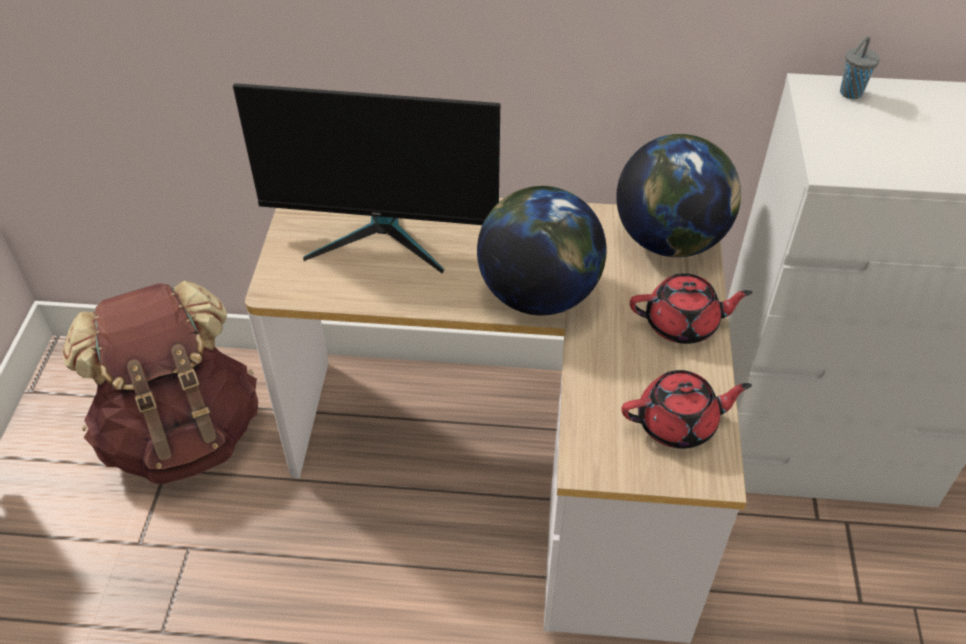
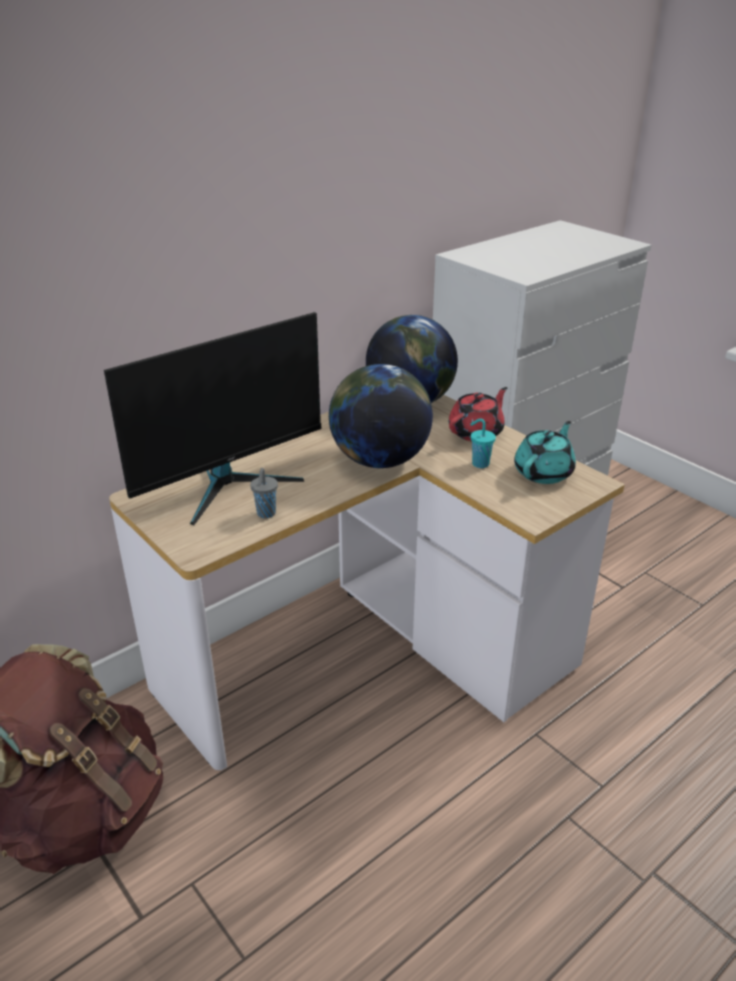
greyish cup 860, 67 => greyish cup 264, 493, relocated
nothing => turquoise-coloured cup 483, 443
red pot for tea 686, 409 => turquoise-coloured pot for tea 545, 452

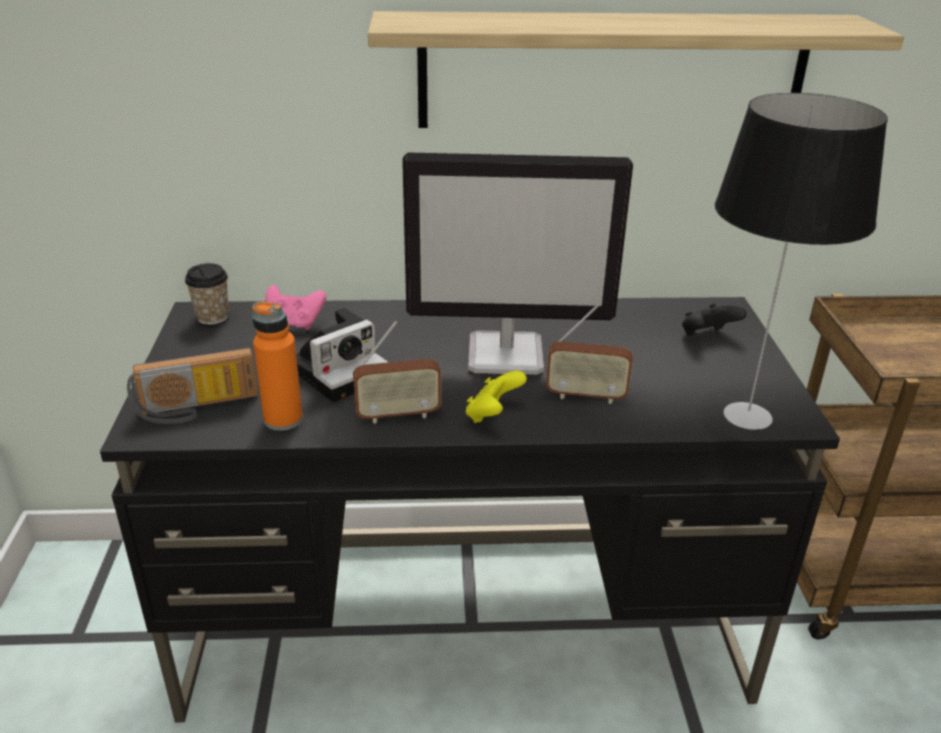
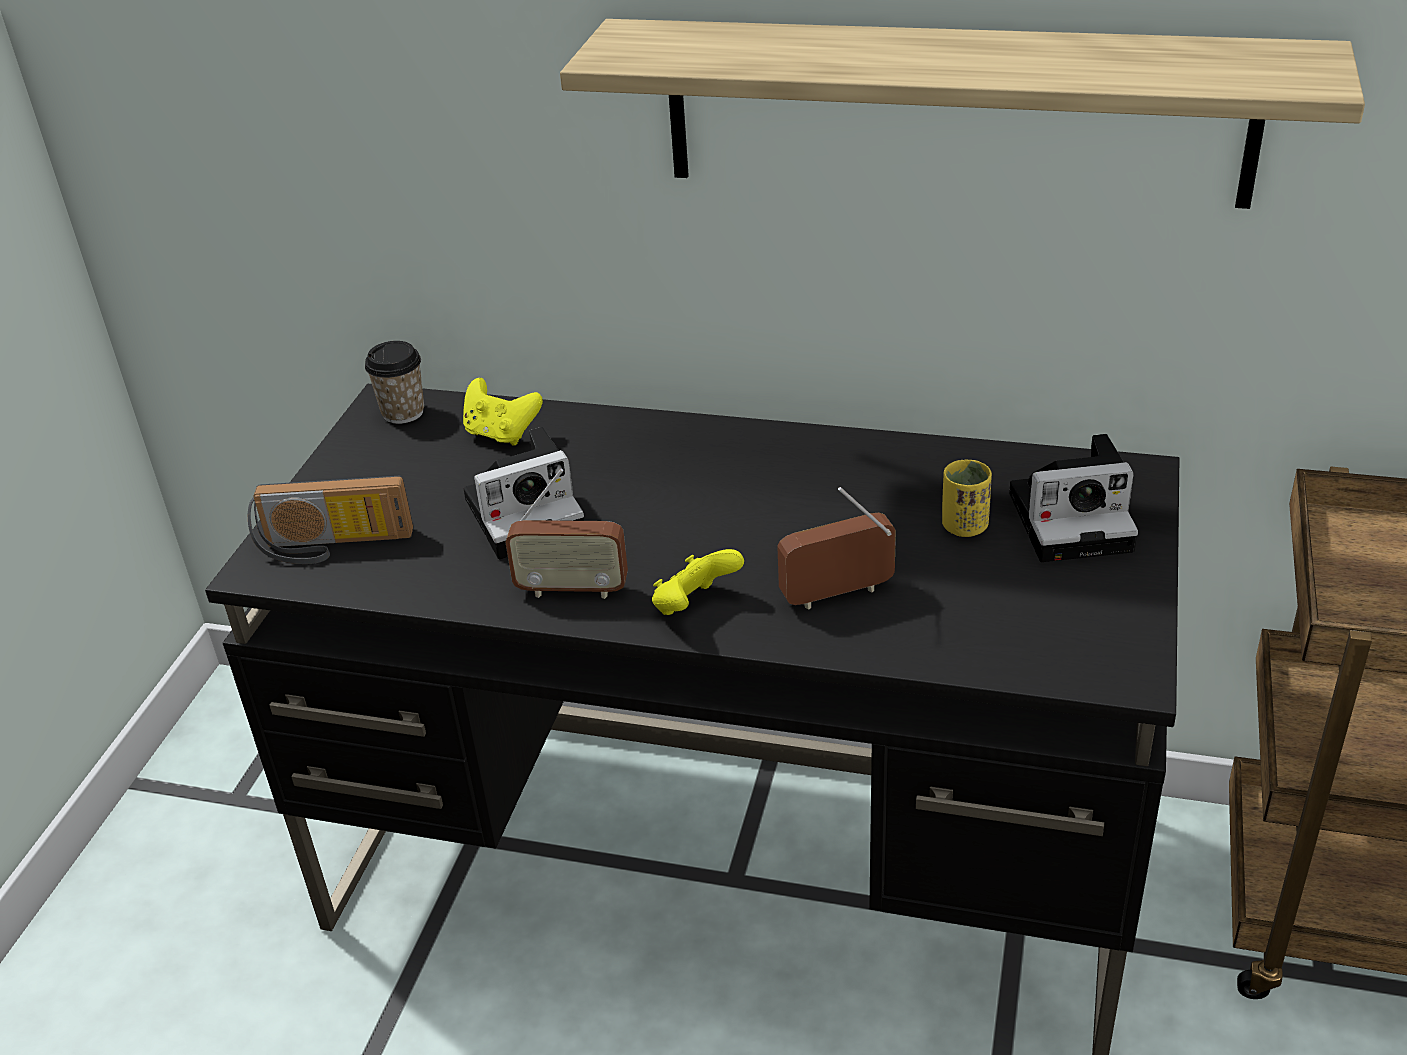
pink joypad 295, 307 => yellow-coloured joypad 503, 411
radio receiver 589, 354 => radio receiver 836, 548, 135 degrees clockwise
nothing => yellow-coloured cup 967, 498
black-coloured joypad 714, 320 => still camera 1073, 498
orange beverage bottle 277, 366 => nothing
computer screen 517, 263 => nothing
table lamp 801, 261 => nothing

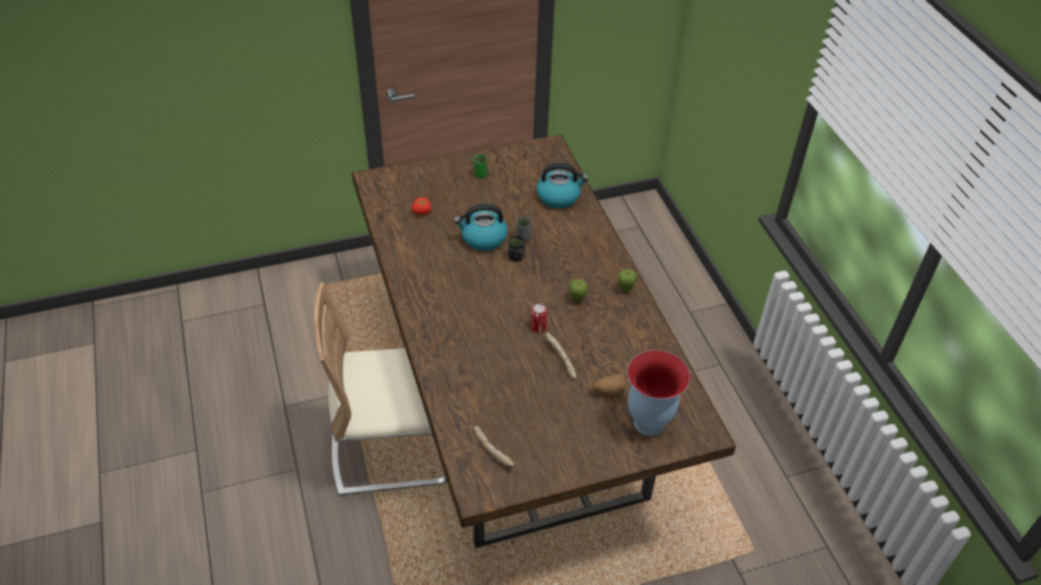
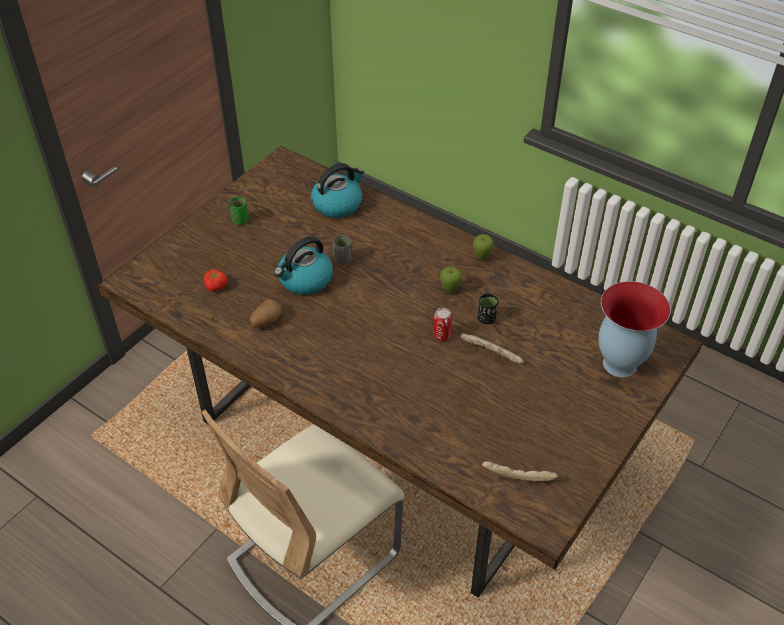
whole potato 610, 385 => whole potato 266, 313, relocated
black-coloured cup 517, 249 => black-coloured cup 487, 309, relocated

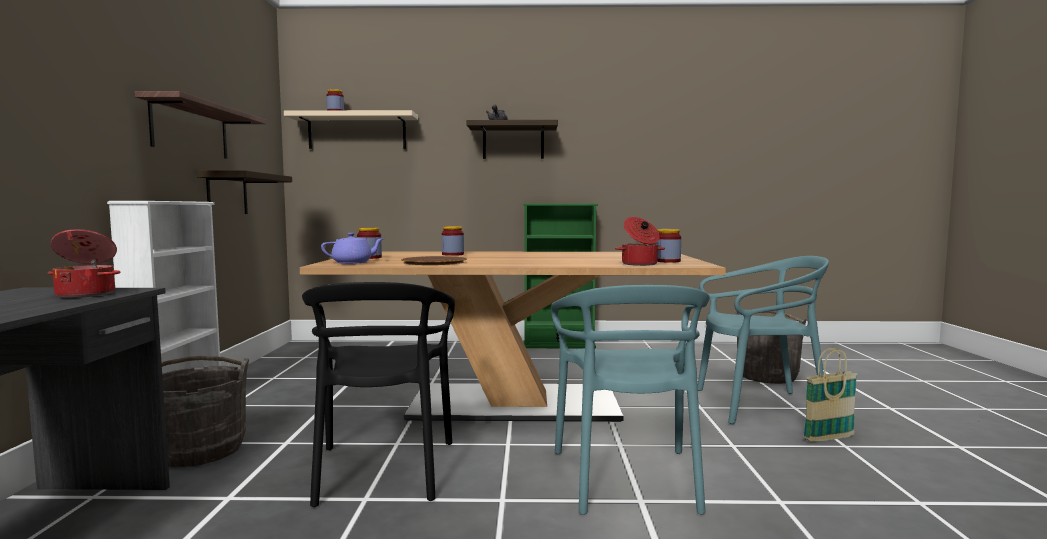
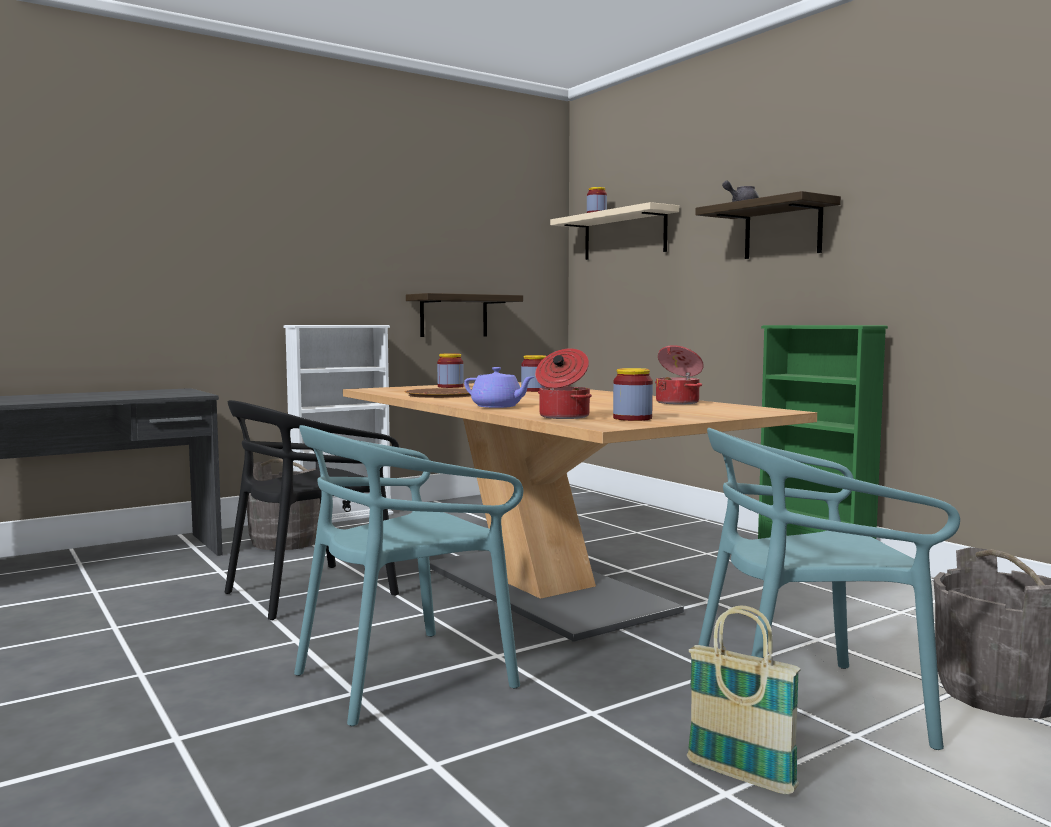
purplish pot for tea 353, 248 => purplish pot for tea 499, 387, relocated
cooking pot 84, 263 => cooking pot 679, 375, relocated
turquoise-coloured upright chair 763, 340 => turquoise-coloured upright chair 829, 589, 120 degrees clockwise
shelf 200, 125 => nothing

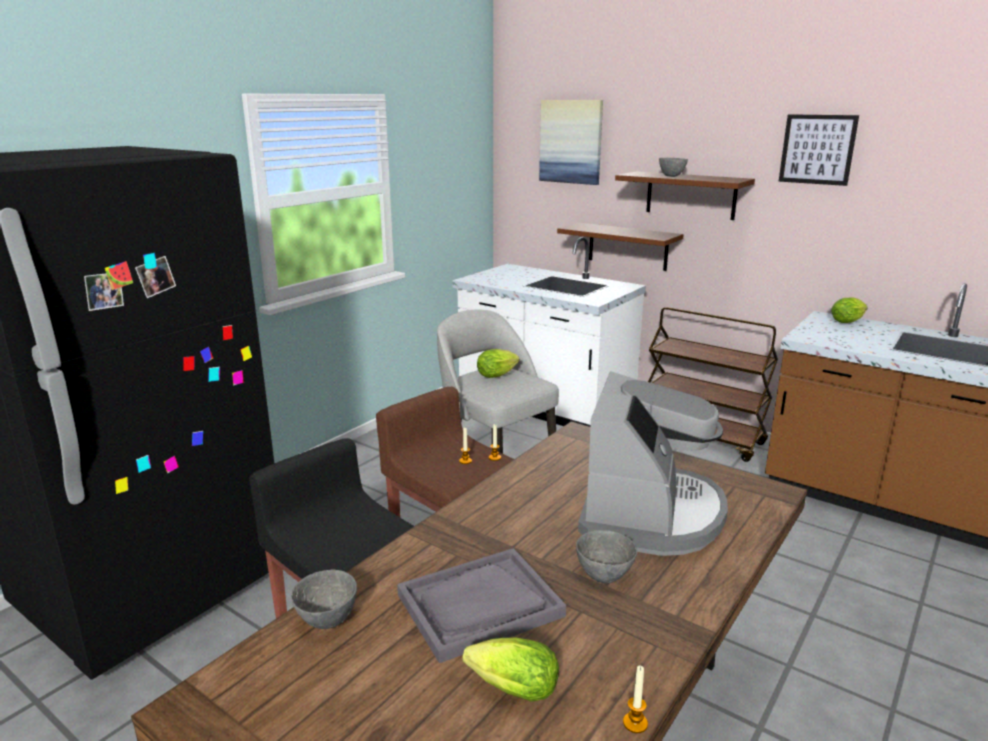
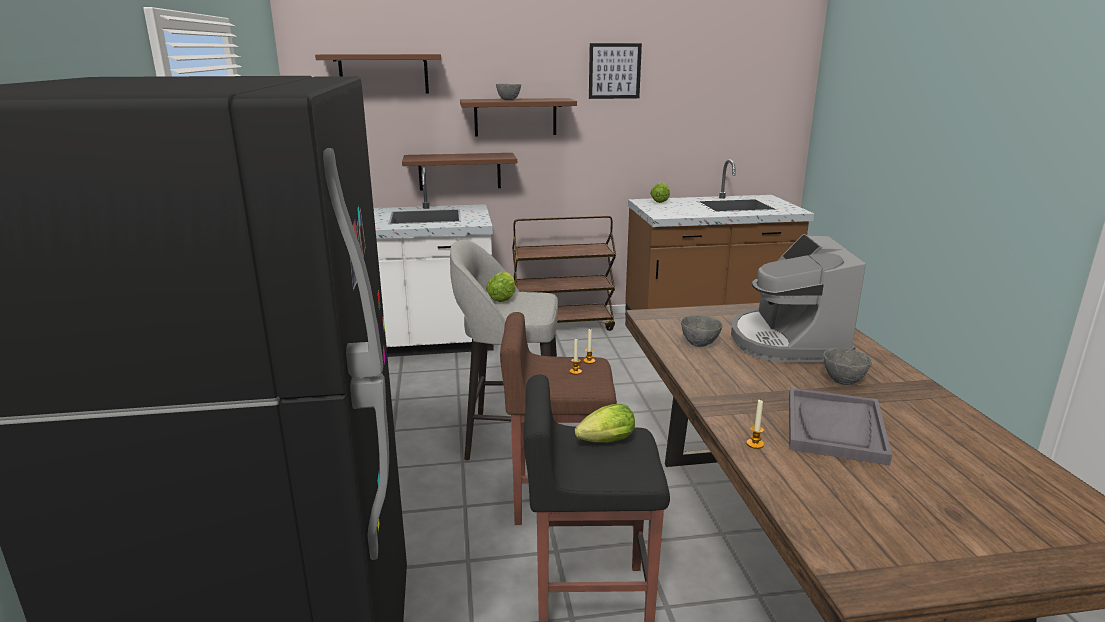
wall picture 571, 142 => brownish shelf 378, 73
head of lettuce 510, 670 => head of lettuce 605, 423, relocated
greyish bowl 324, 599 => greyish bowl 702, 331, relocated
coffee brewer 653, 463 => coffee brewer 798, 298, 150 degrees counterclockwise
wax light 635, 699 => wax light 755, 424, relocated

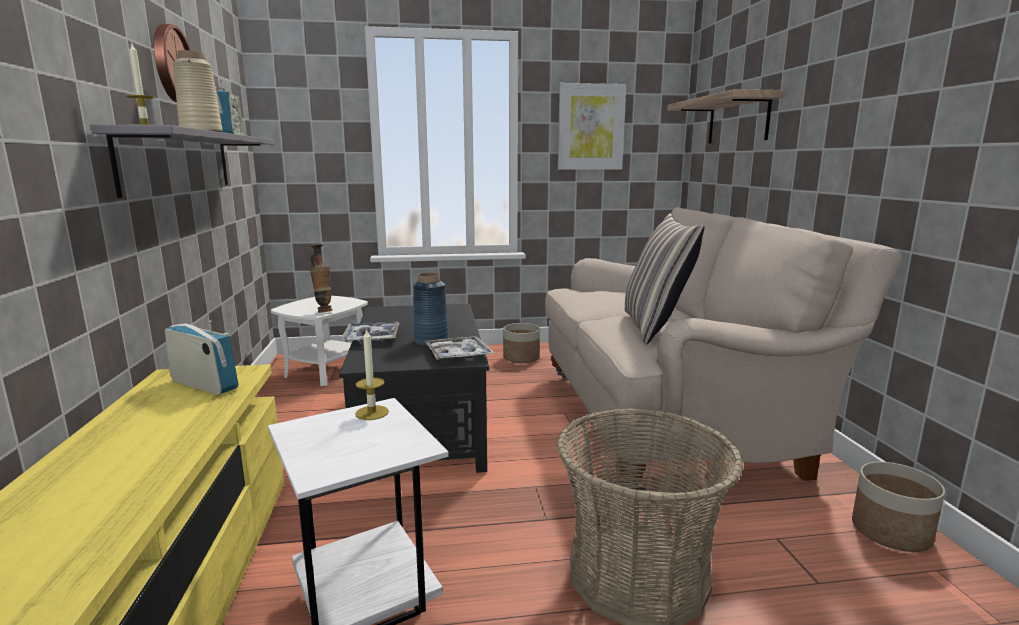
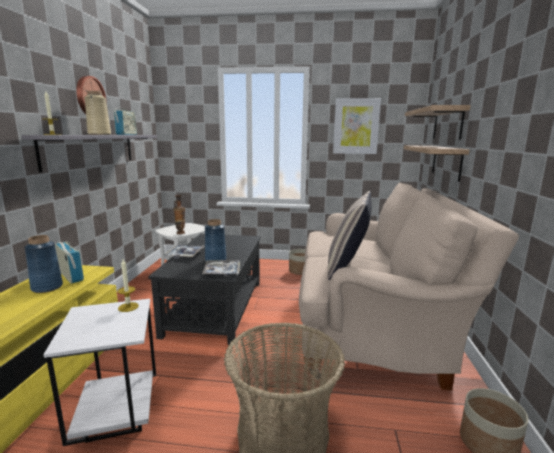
nothing => blue-coloured flower vase 43, 264
nothing => shelf 436, 163

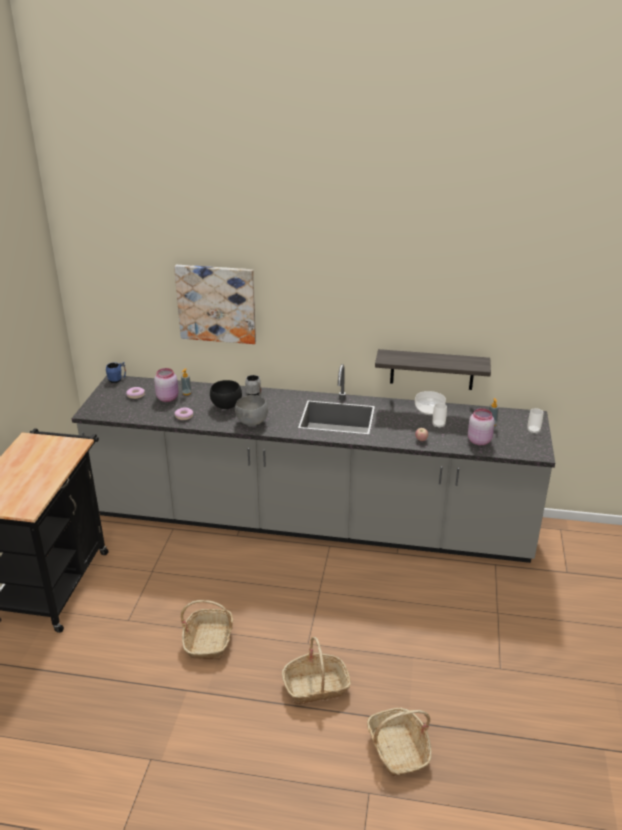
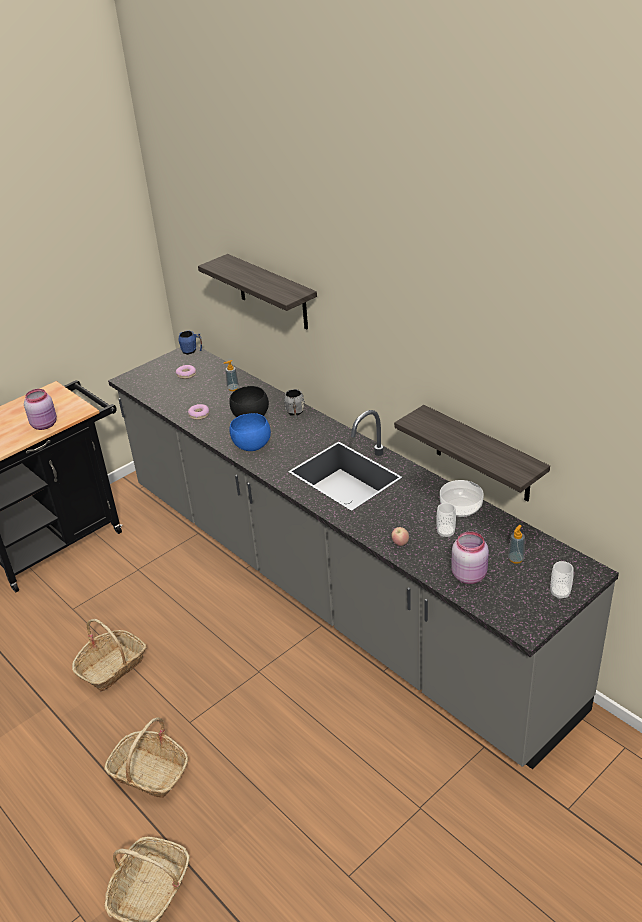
pink jar 166, 385 => pink jar 40, 409, relocated
wall picture 215, 304 => shelf 257, 291
greyish bowl 251, 410 => blue-coloured bowl 250, 432

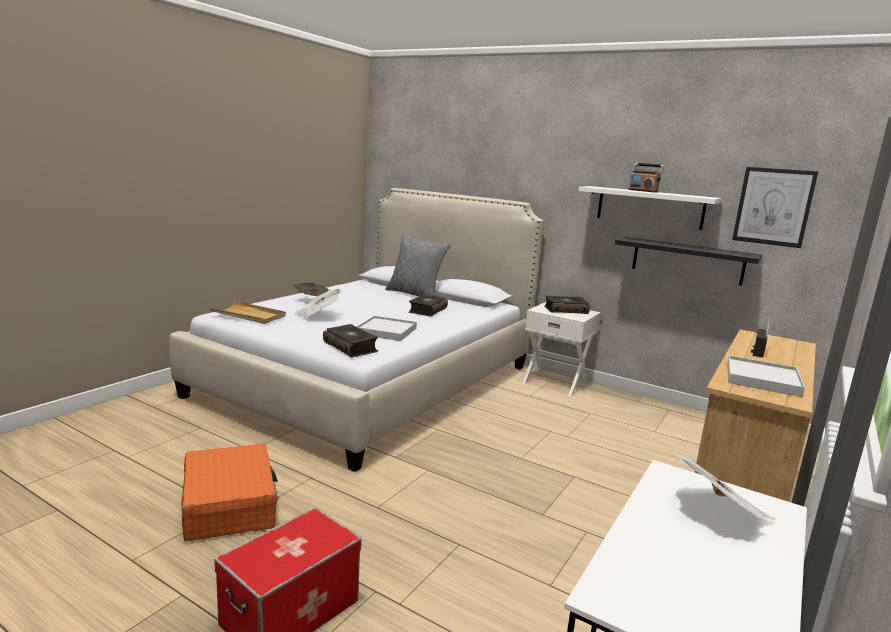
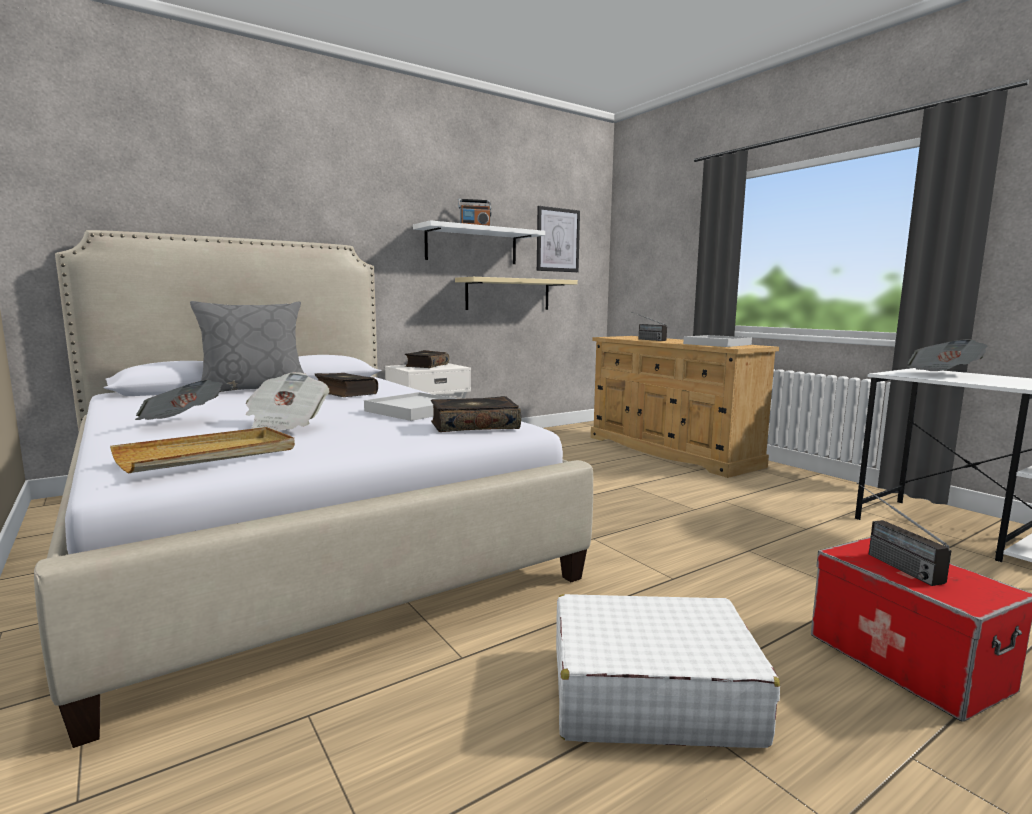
black-coloured shelf 688, 261 => beige-coloured shelf 516, 293
orange suitcase 229, 492 => white suitcase 668, 671
nothing => radio receiver 904, 534

